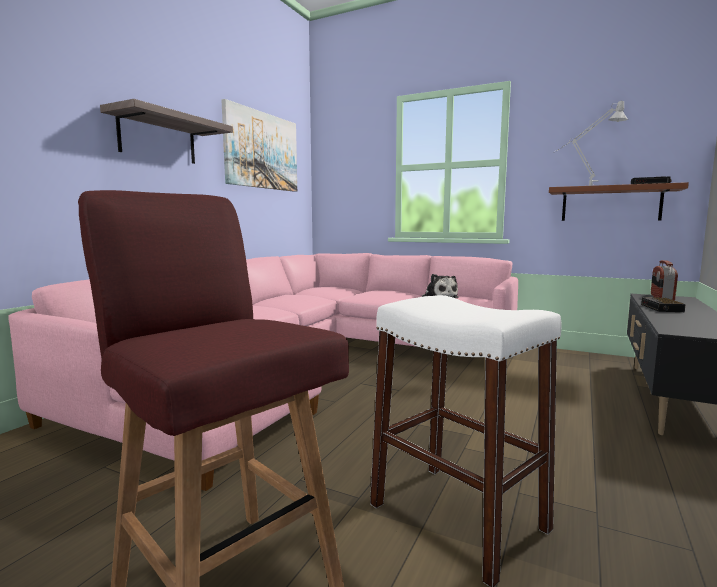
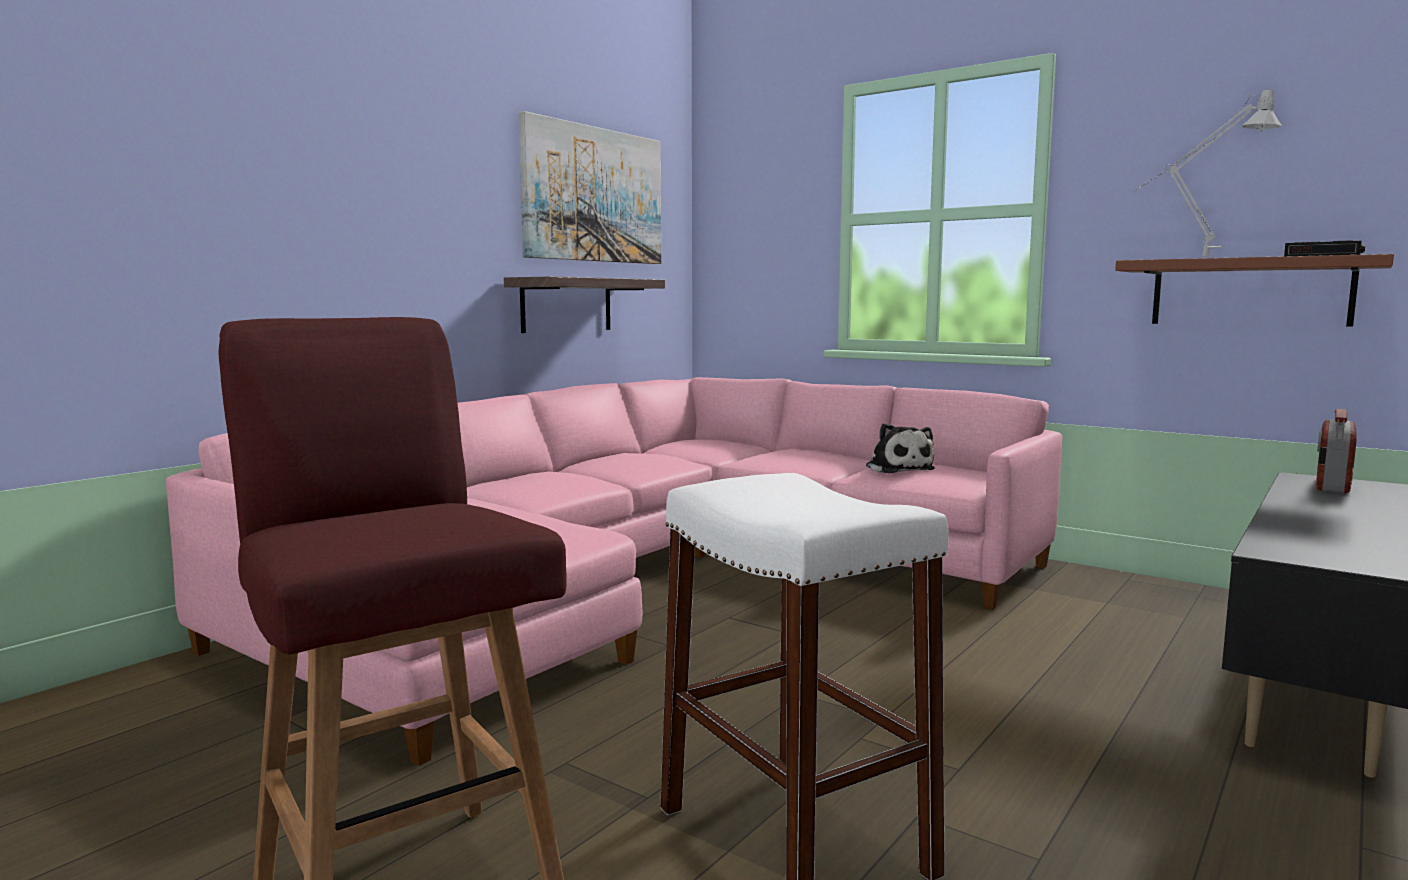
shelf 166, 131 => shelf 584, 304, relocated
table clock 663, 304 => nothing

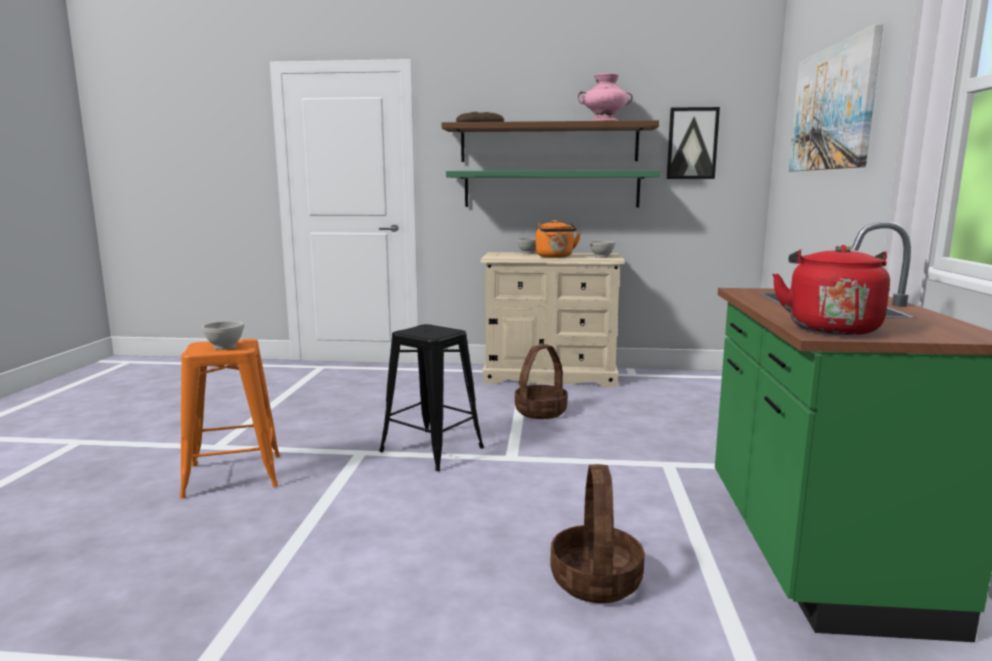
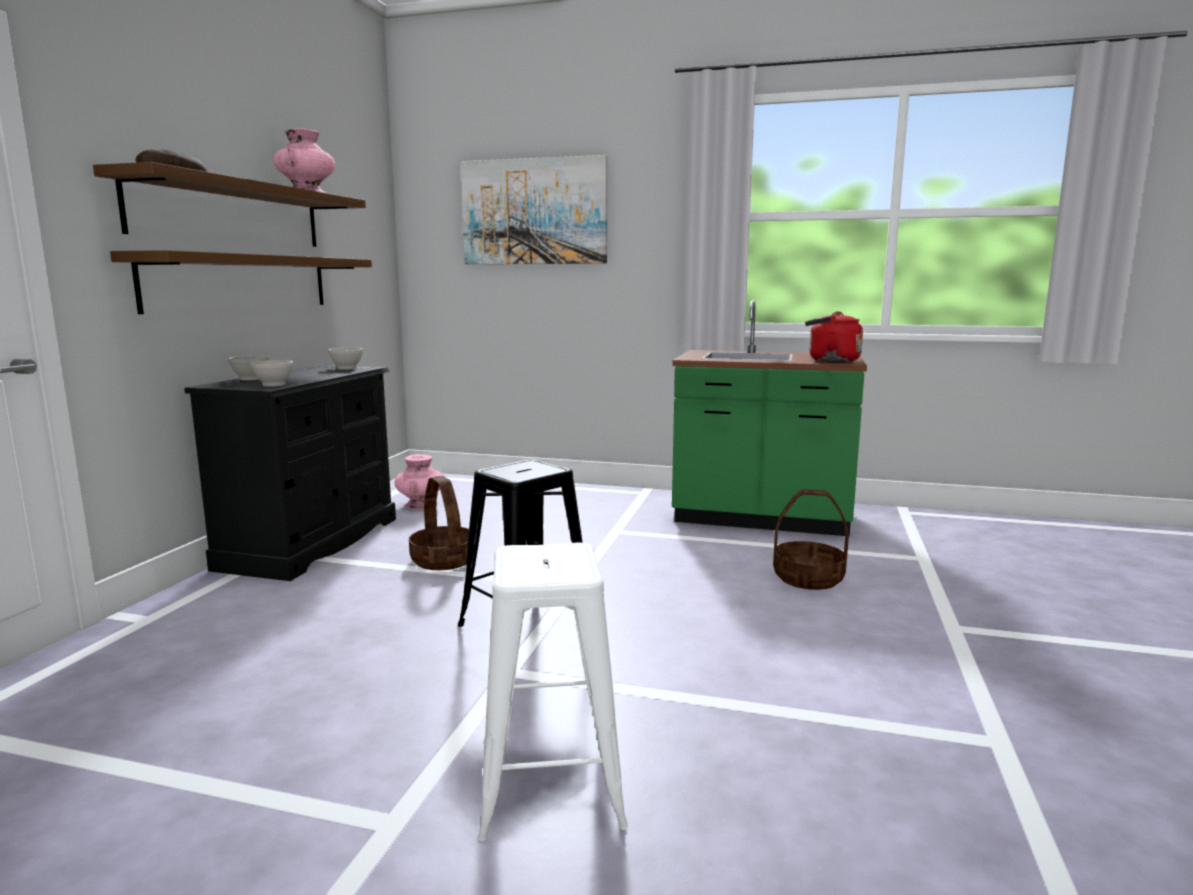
green-coloured shelf 553, 188 => brownish shelf 241, 282
beige-coloured dresser 553, 319 => black-coloured dresser 290, 473
white bowl 223, 335 => white bowl 272, 373, relocated
nothing => pink flower vase 418, 482
orange stool 230, 418 => white stool 553, 692
orange kettle 558, 239 => nothing
wall picture 693, 143 => nothing

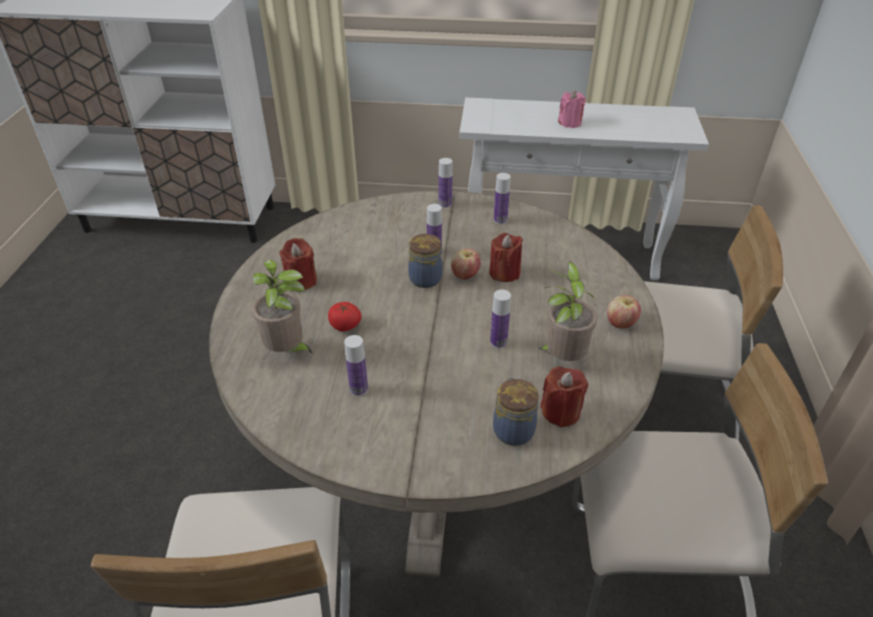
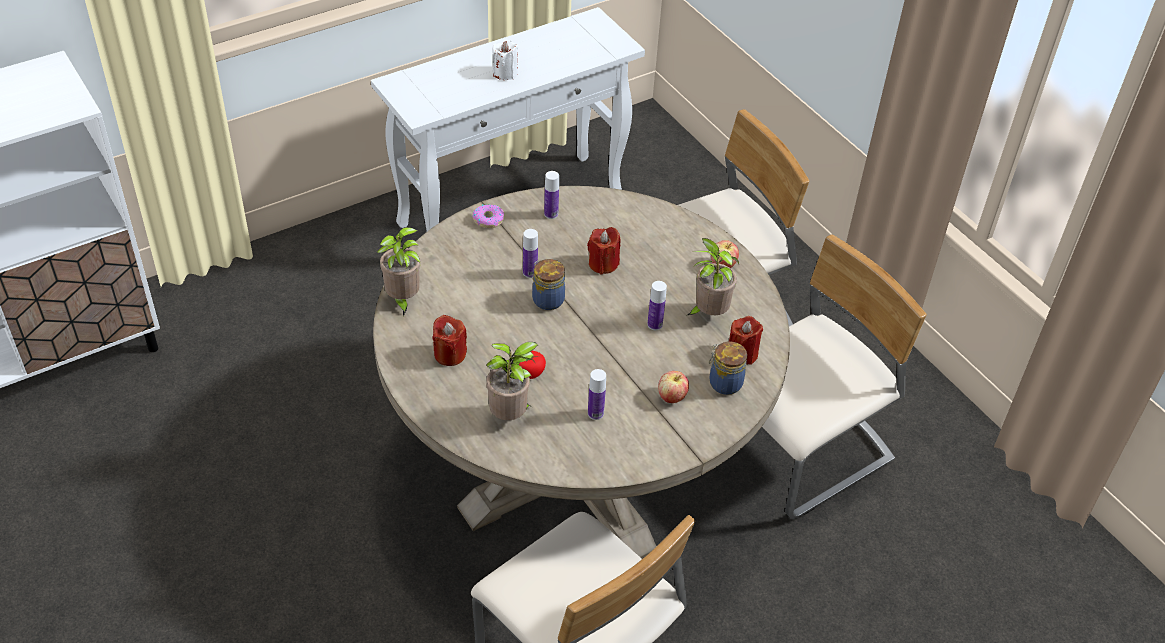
nothing => potted plant 398, 271
beverage bottle 446, 183 => donut 488, 216
pink wax light 572, 109 => white wax light 505, 60
apple fruit 466, 264 => apple fruit 673, 387, relocated

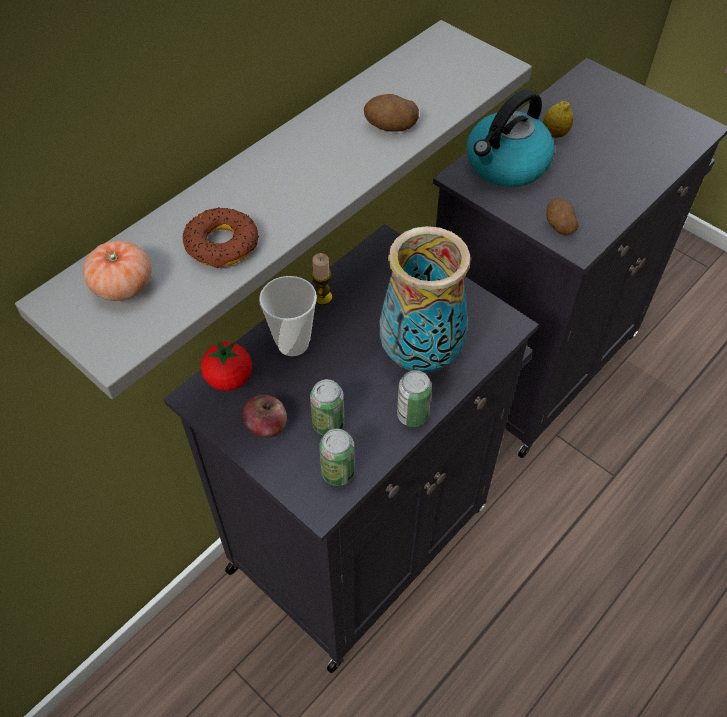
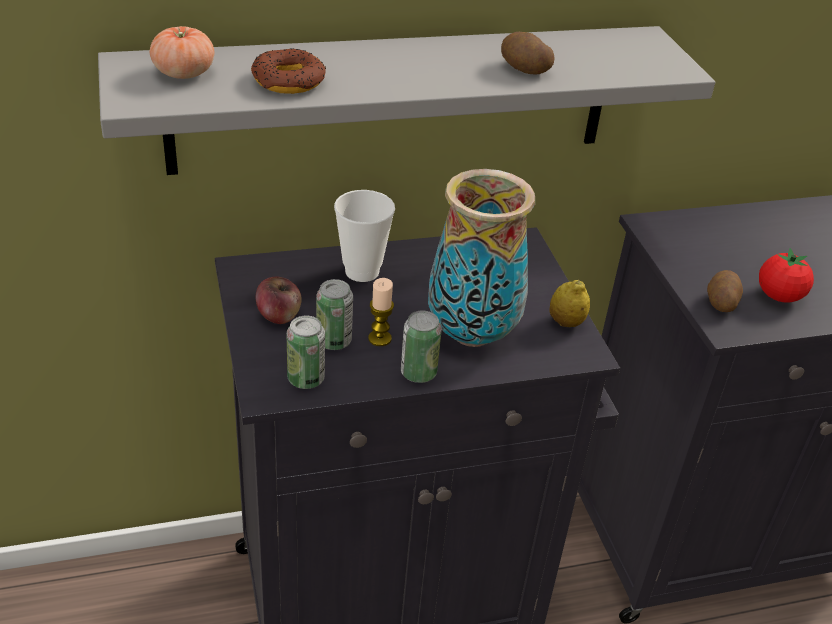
wax light 321, 279 => wax light 381, 312, relocated
whole lemon 558, 119 => whole lemon 569, 303, relocated
fresh tomato 226, 365 => fresh tomato 786, 275, relocated
kettle 510, 138 => nothing

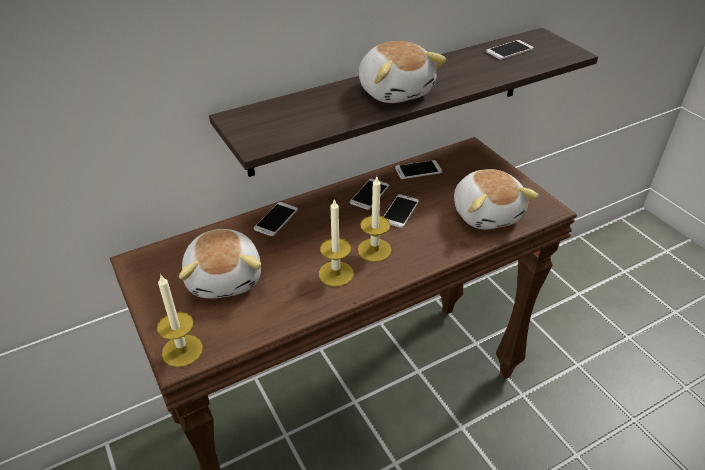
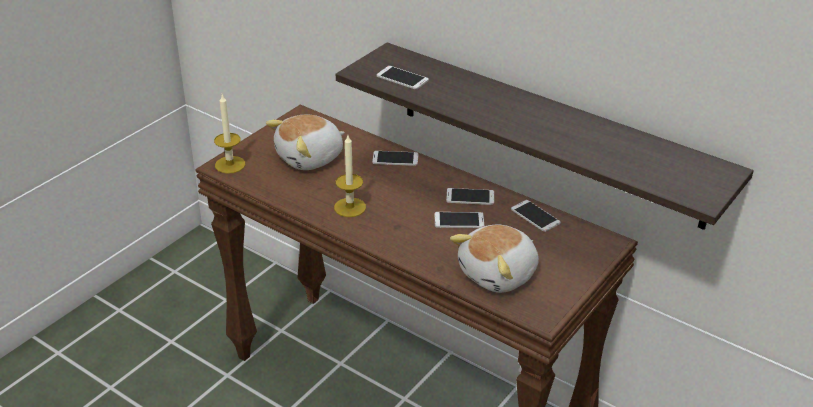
handset 510, 50 => handset 403, 78, relocated
wax light 375, 219 => nothing
soft toy 402, 72 => nothing

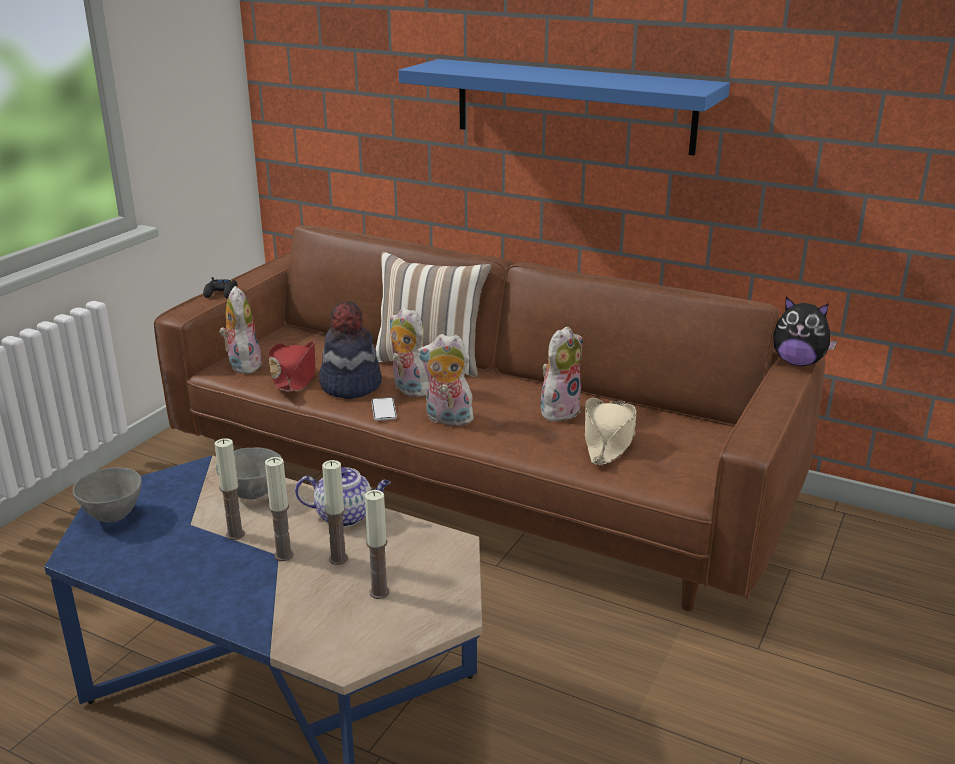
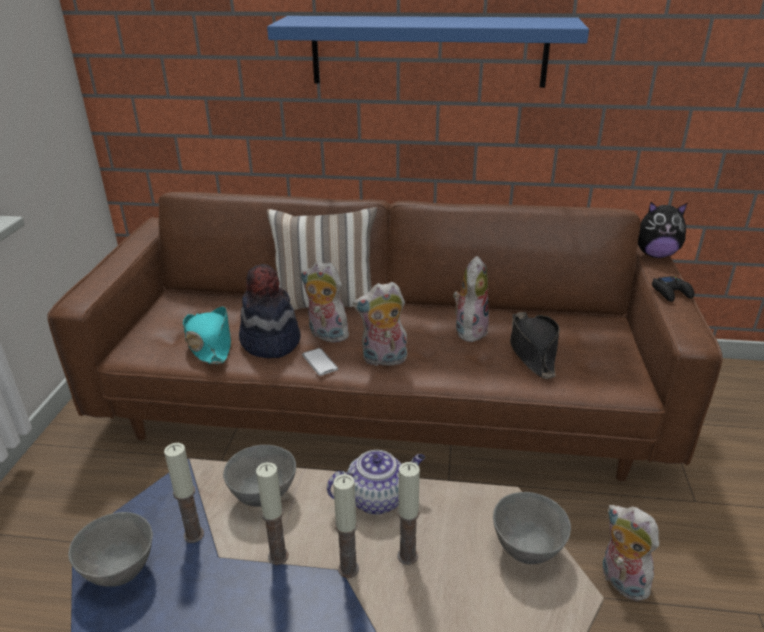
wax light 377, 544 => wax light 184, 493, relocated
red clothing hat 292, 366 => turquoise-coloured clothing hat 207, 335
nothing => greyish bowl 532, 528
beige-coloured clothing hat 611, 431 => black-coloured clothing hat 535, 345
soft toy 240, 330 => soft toy 630, 553, relocated
black-coloured joypad 220, 287 => black-coloured joypad 673, 289, relocated

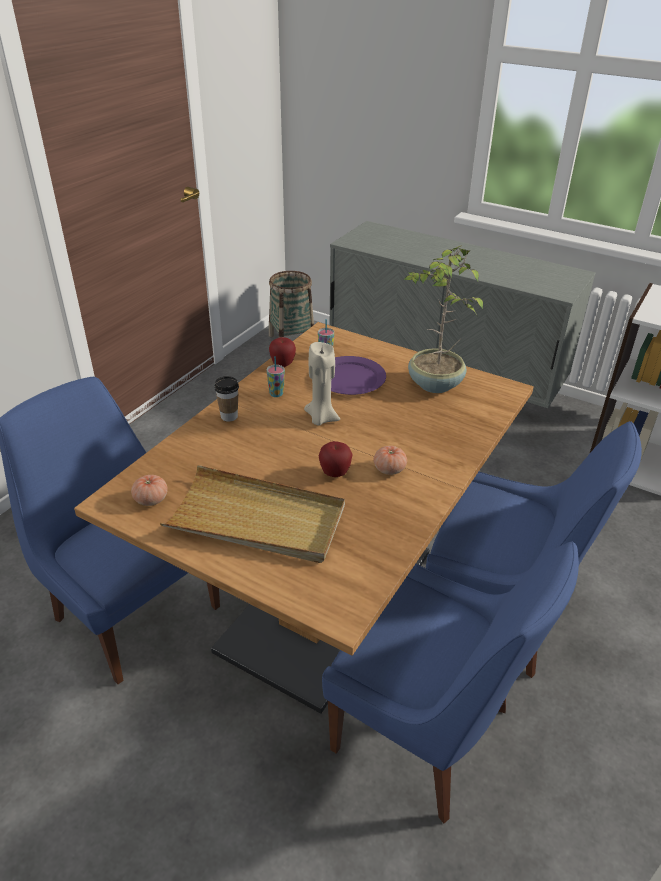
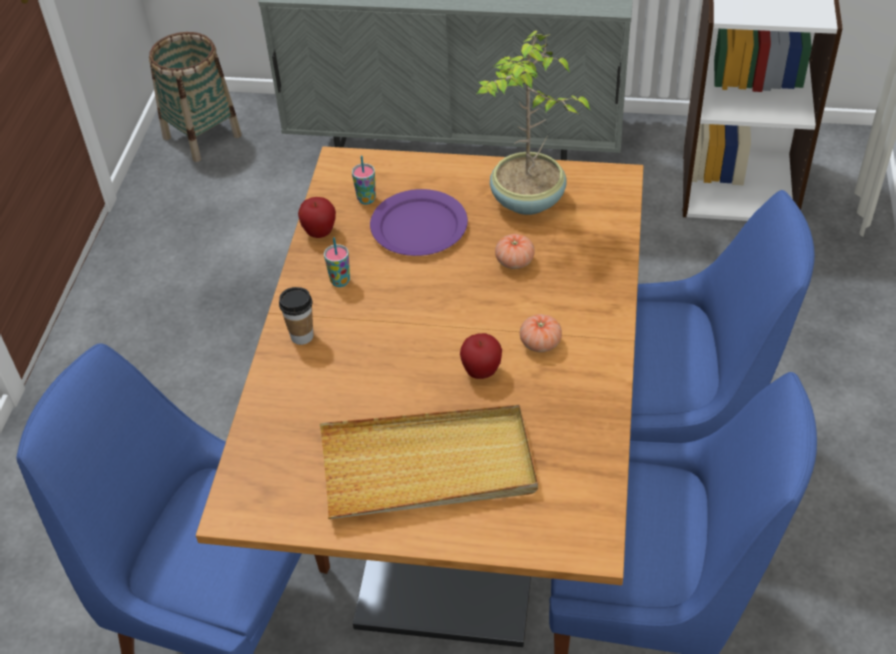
fresh tomato 149, 490 => fresh tomato 515, 251, relocated
beige-coloured wax light 322, 384 => nothing

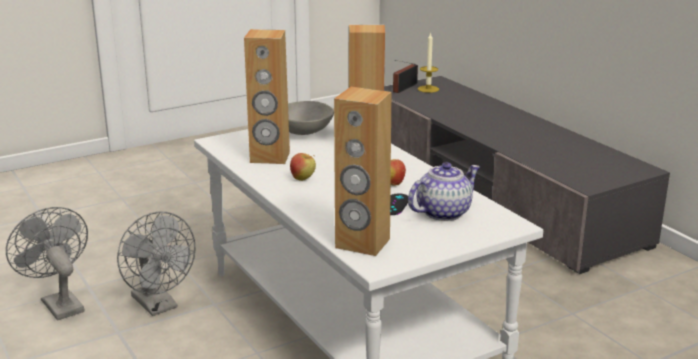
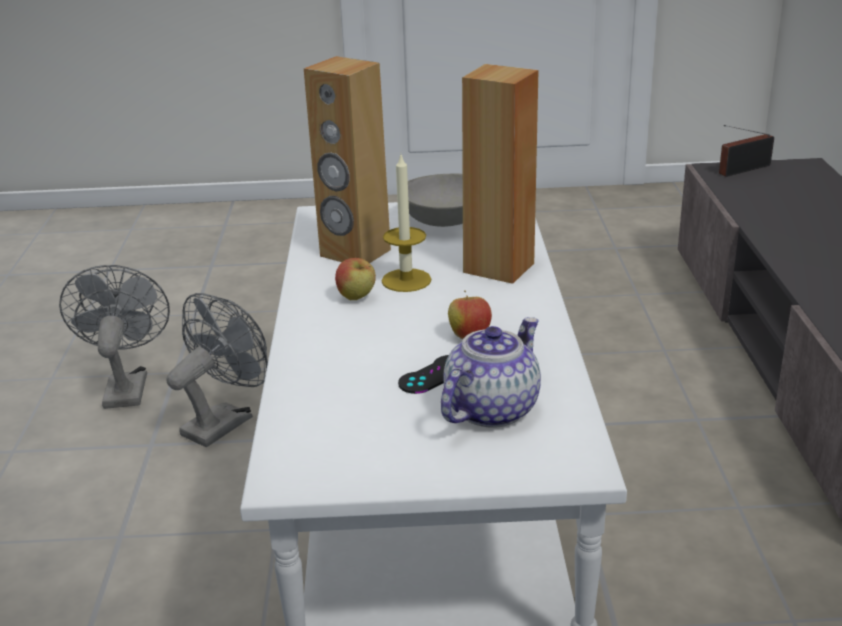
greyish cooling fan 156, 264 => greyish cooling fan 217, 370, 135 degrees counterclockwise
wax light 428, 62 => wax light 407, 222, relocated
pot for tea 444, 191 => pot for tea 491, 372, 45 degrees counterclockwise
brownish speaker 362, 171 => nothing

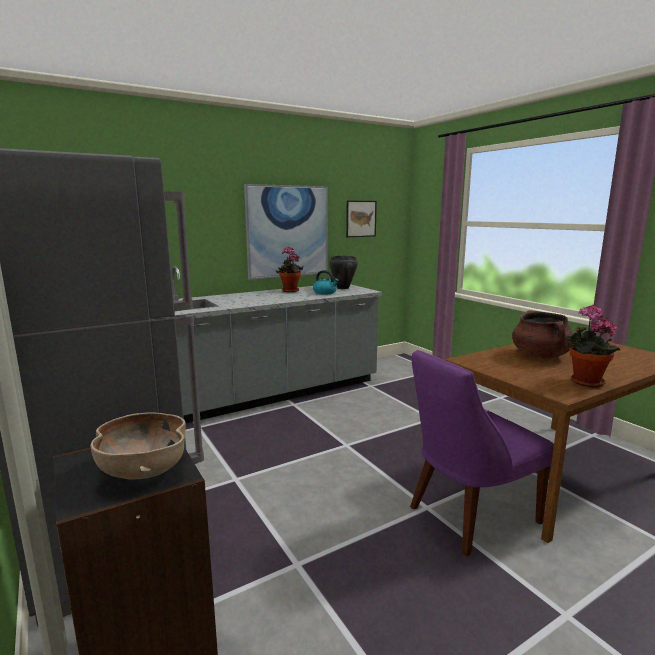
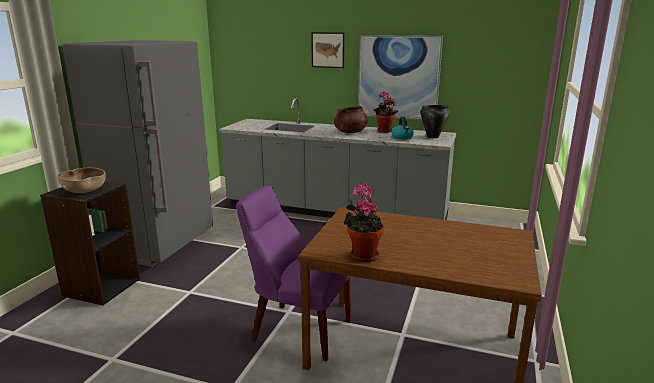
wall picture 361, 219 => wall picture 327, 50, relocated
brownish cooking pot 543, 334 => brownish cooking pot 351, 119, relocated

